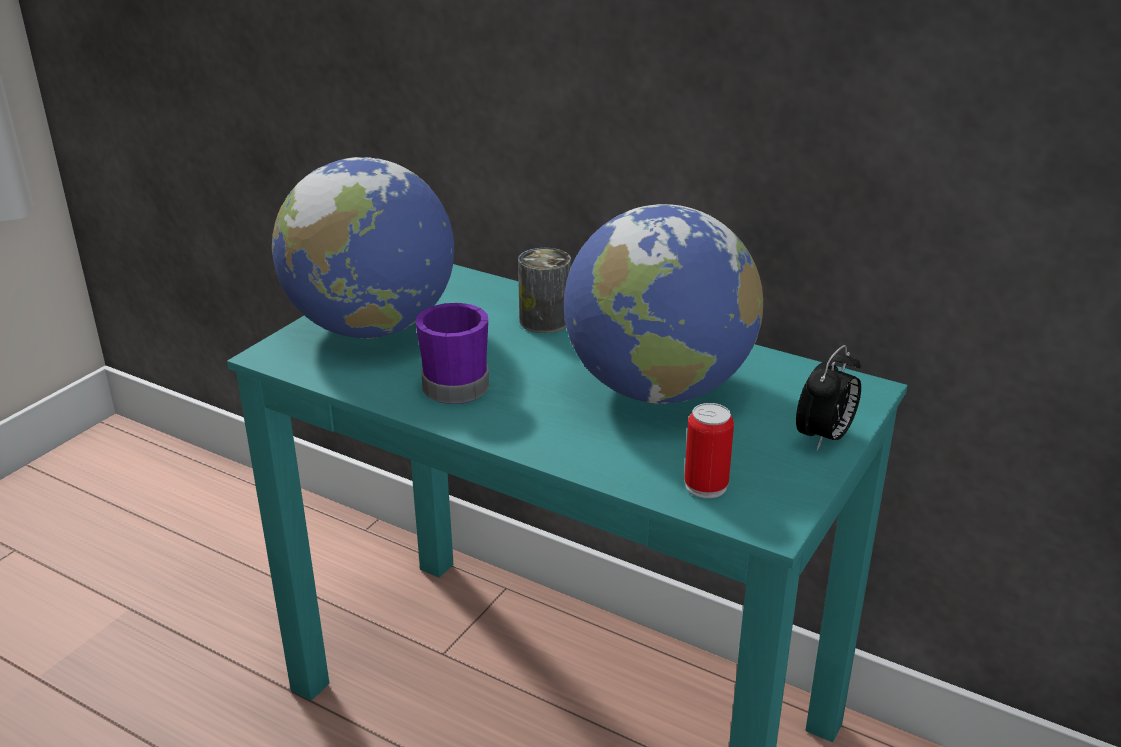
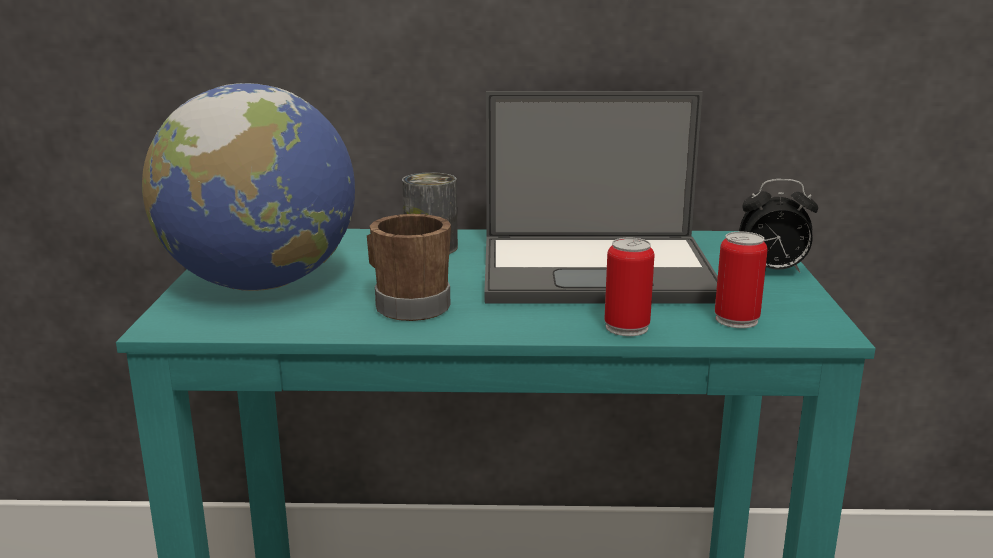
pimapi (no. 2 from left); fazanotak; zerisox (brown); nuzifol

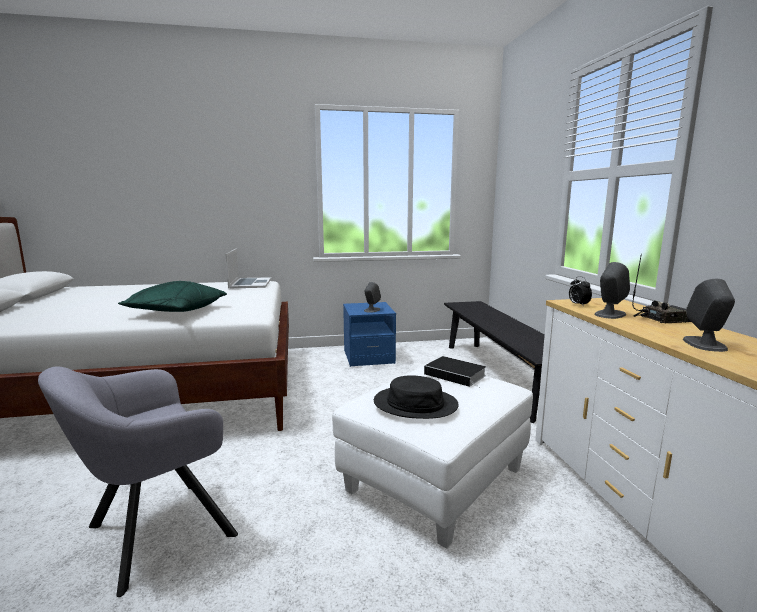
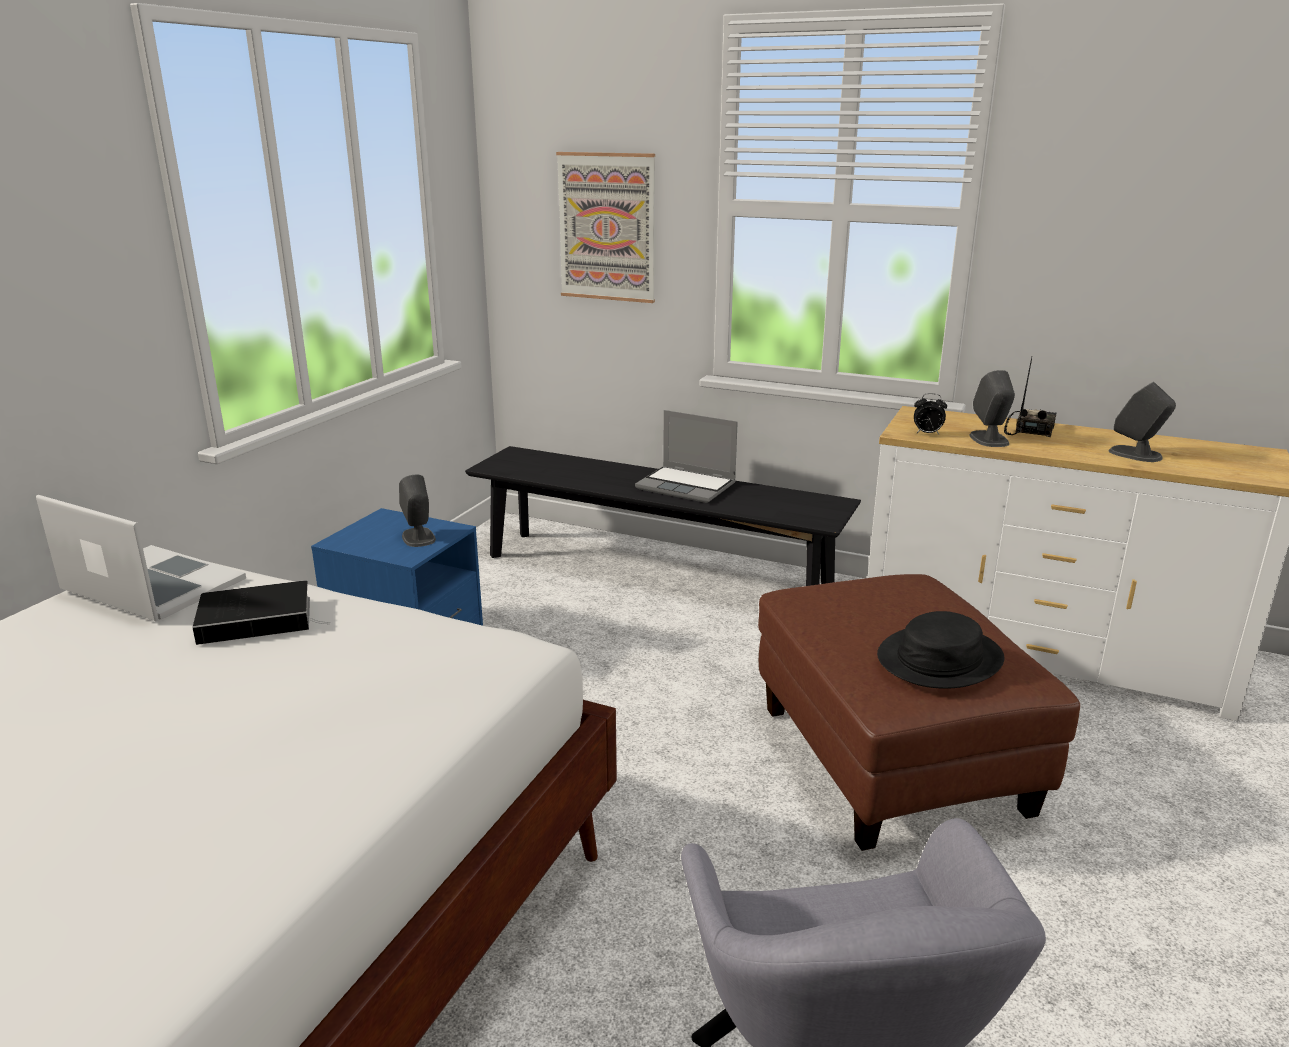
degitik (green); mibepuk; fazanotak (no. 2 from left); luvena; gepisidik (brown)

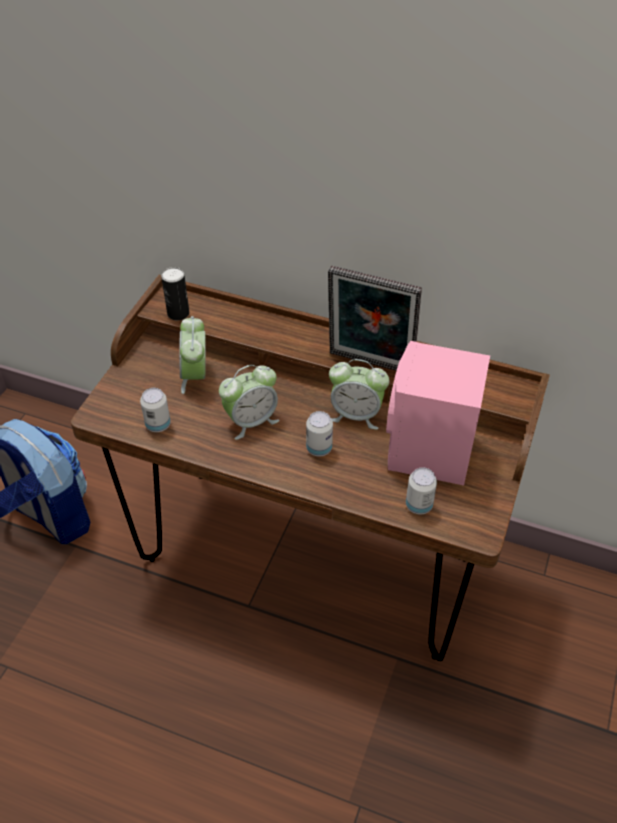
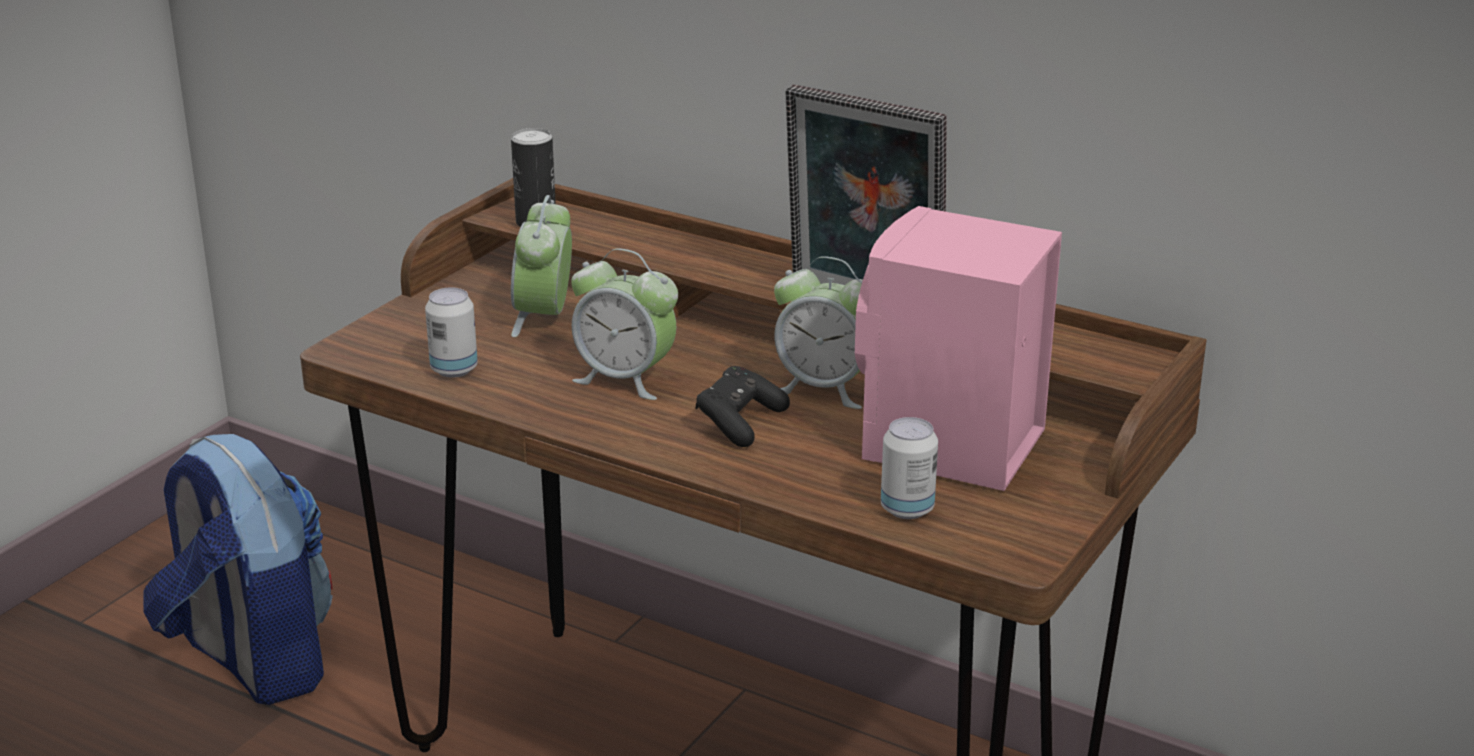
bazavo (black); nuzifol (no. 2 from left)

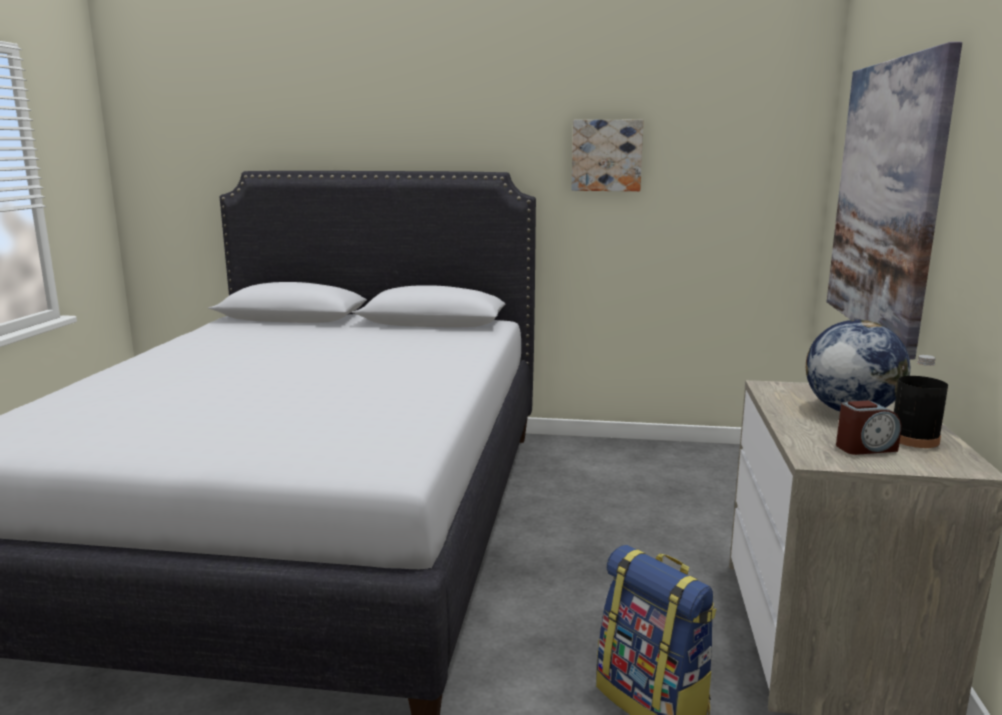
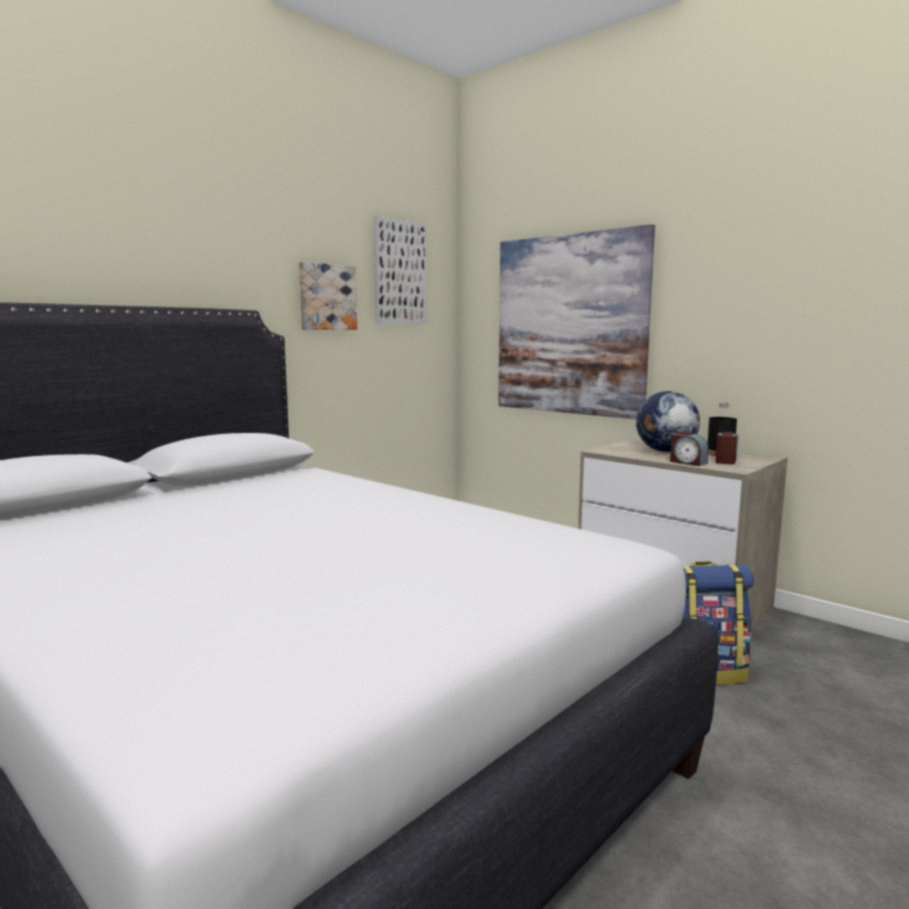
mibepuk (no. 2 from left); nuzifol (no. 1 from left)

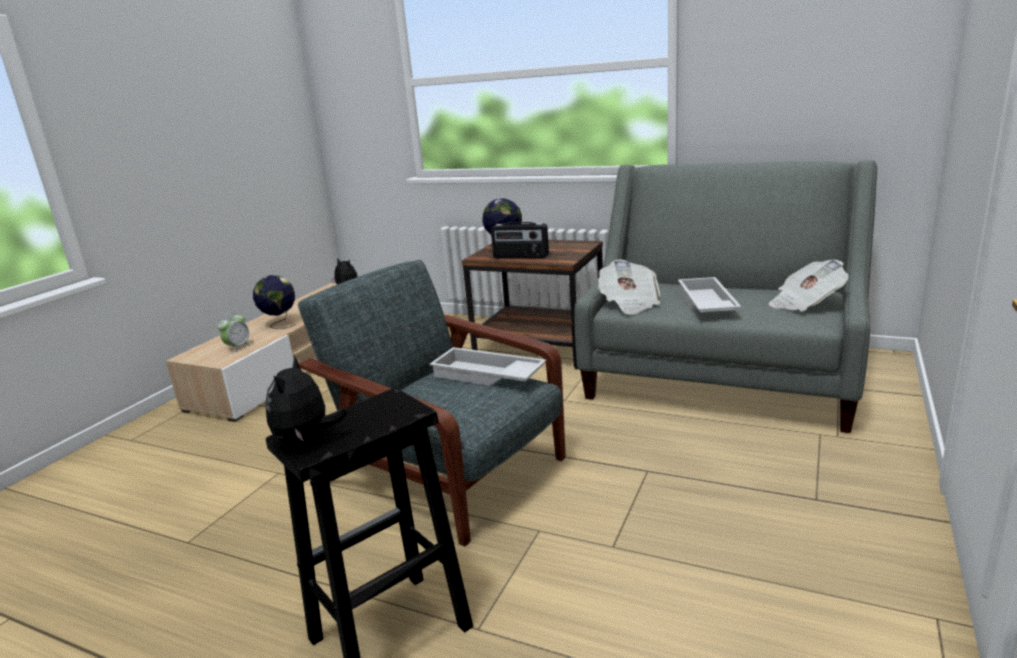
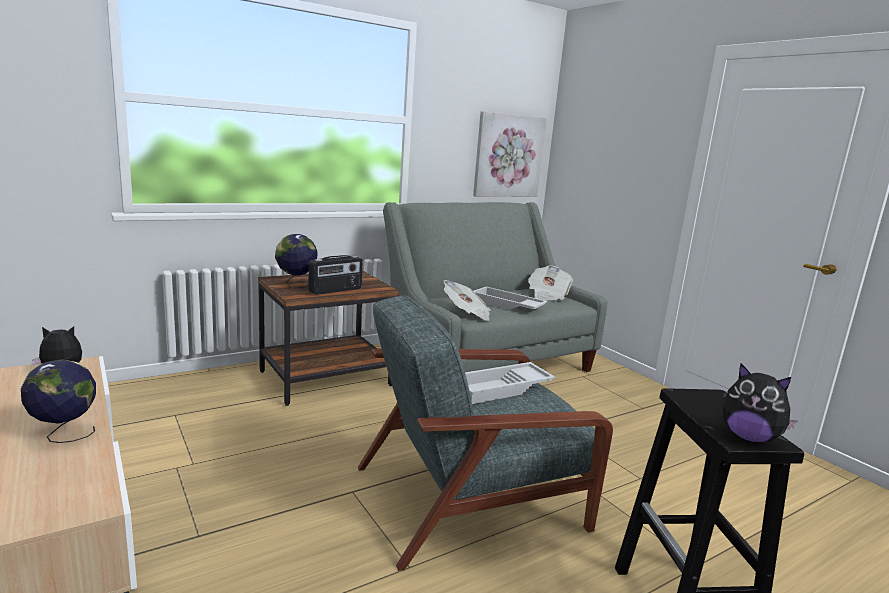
nuzifol; mibepuk

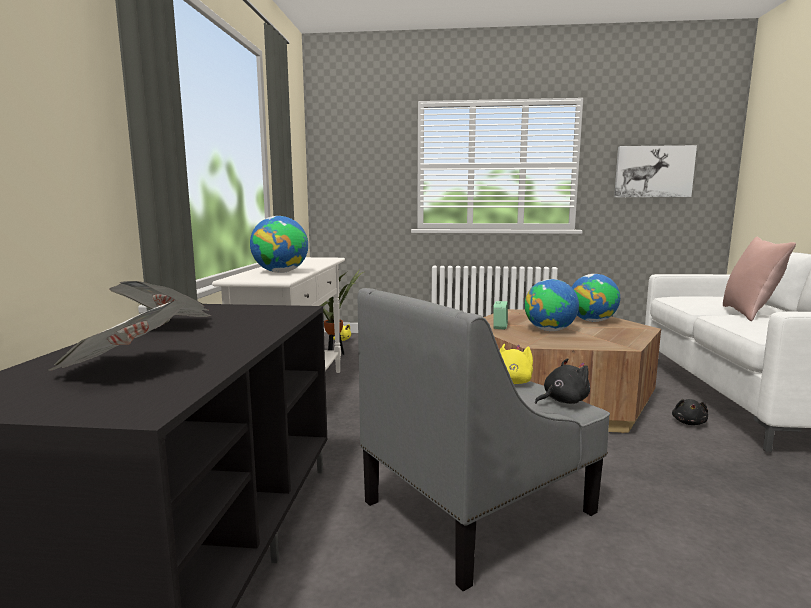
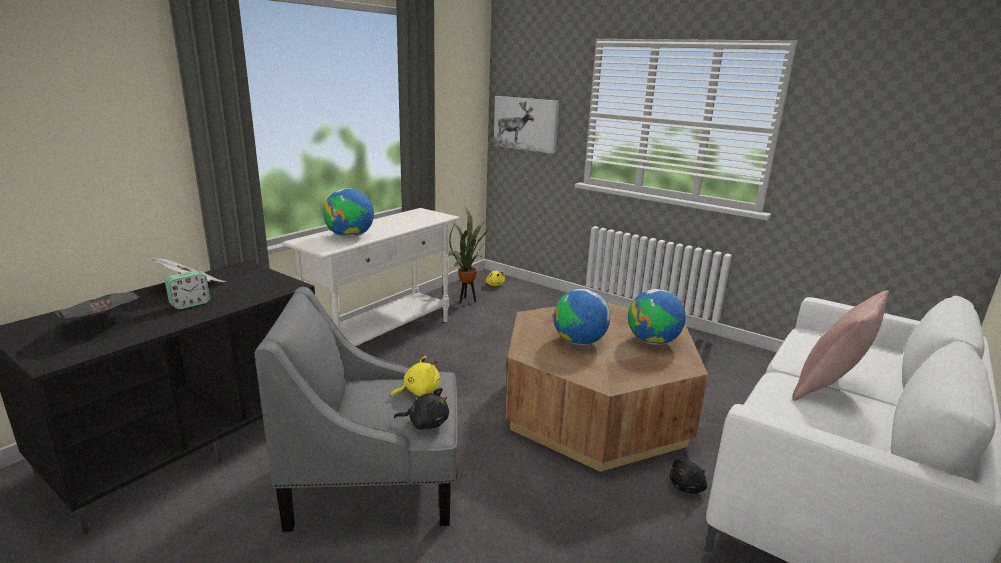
nuzifol; mibepuk

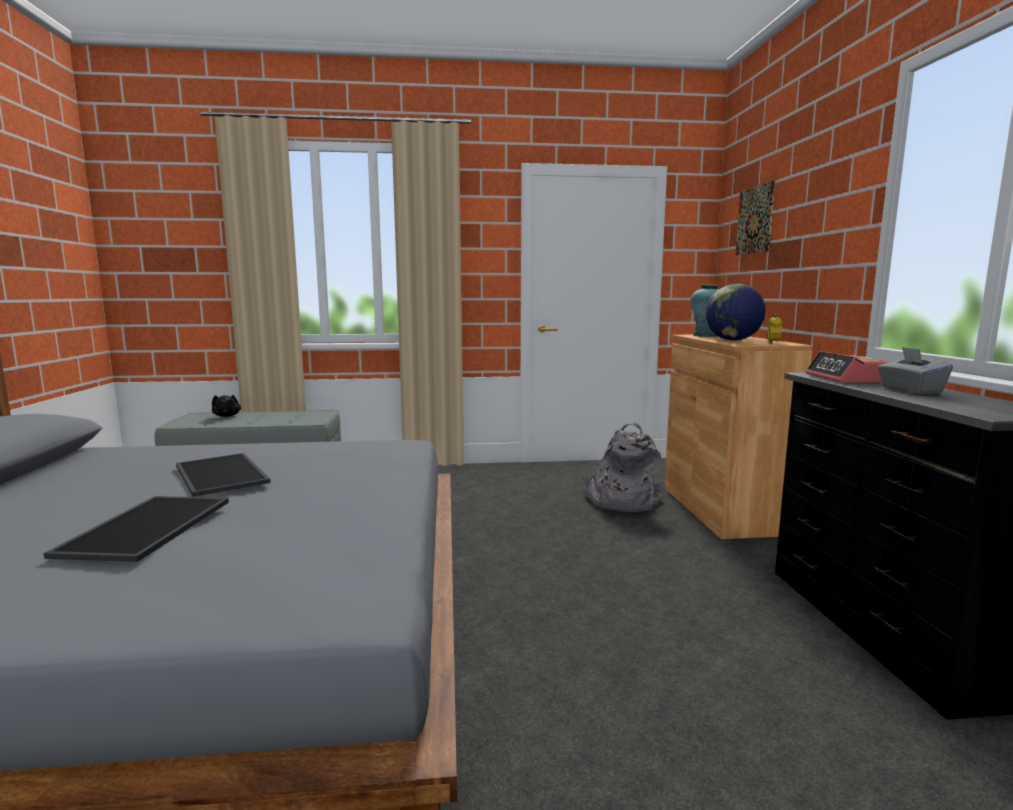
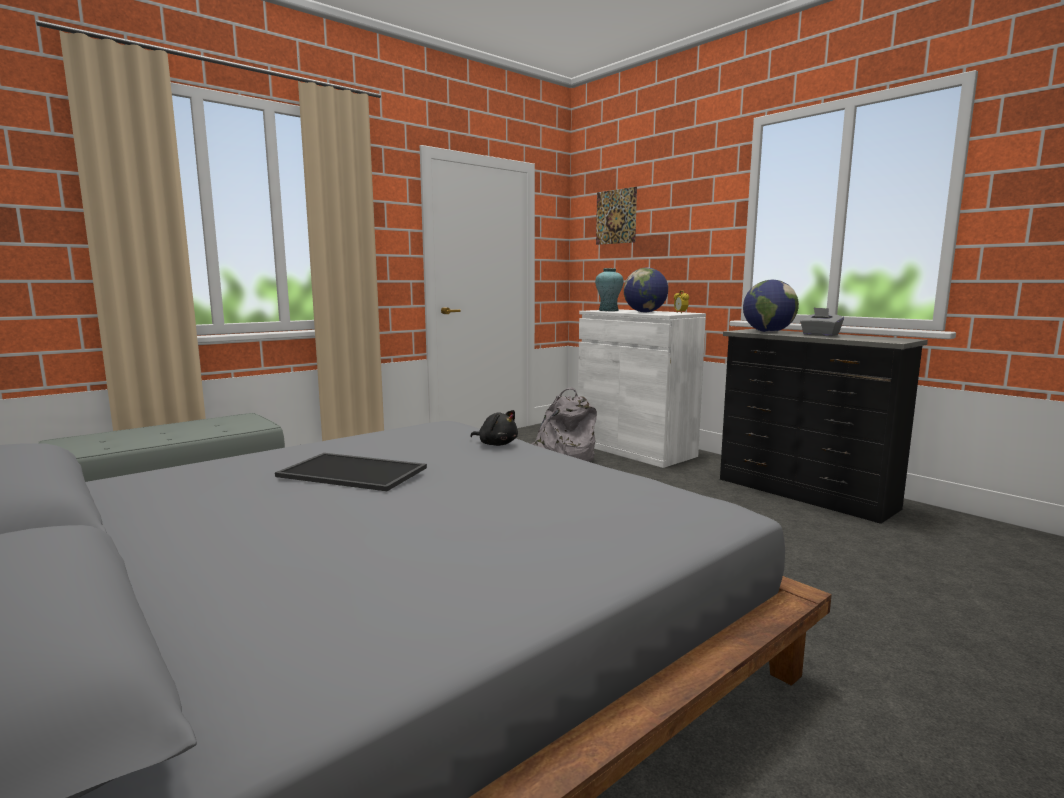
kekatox (no. 1 from left in the first image); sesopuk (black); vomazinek (no. 2 from left); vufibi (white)

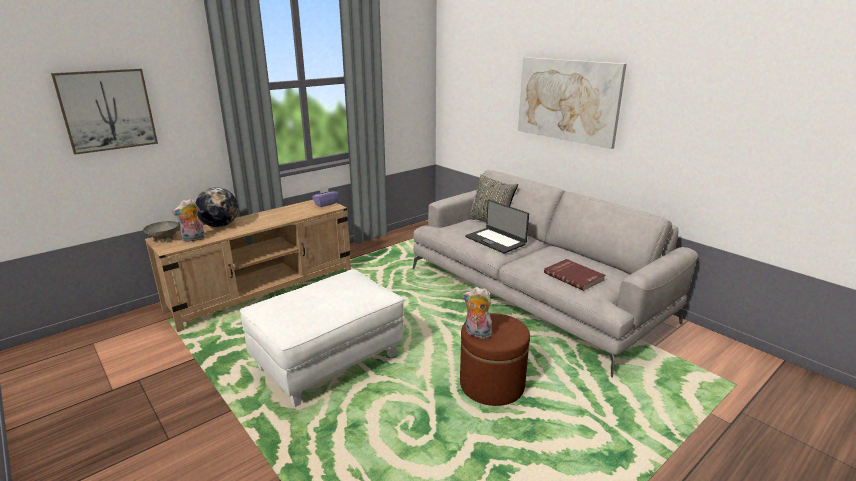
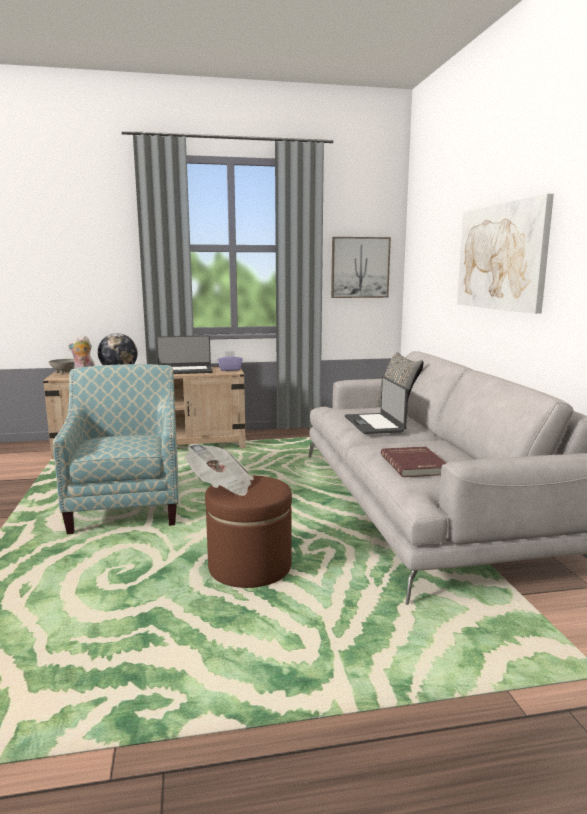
fazanotak (no. 1 from left); mibepuk (no. 1 from left); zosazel; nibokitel

